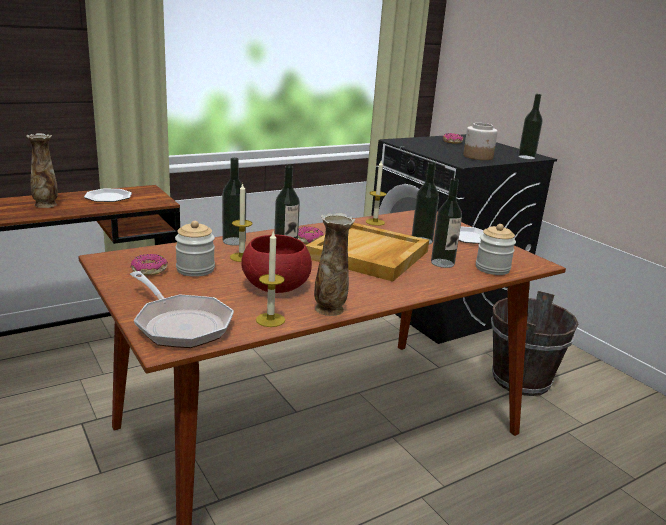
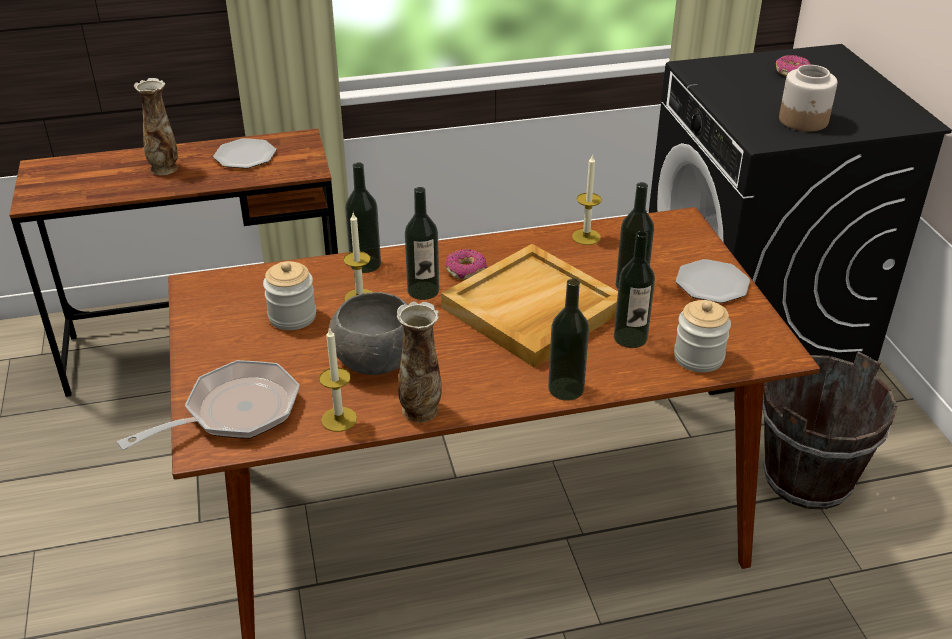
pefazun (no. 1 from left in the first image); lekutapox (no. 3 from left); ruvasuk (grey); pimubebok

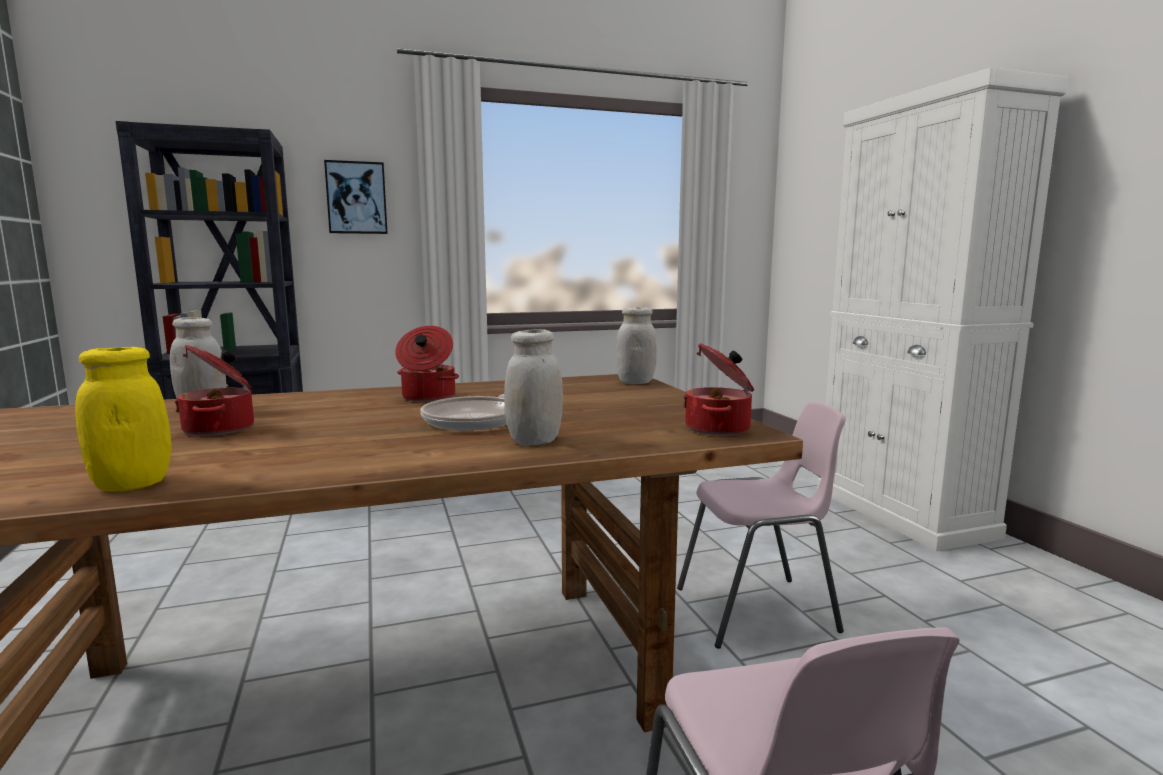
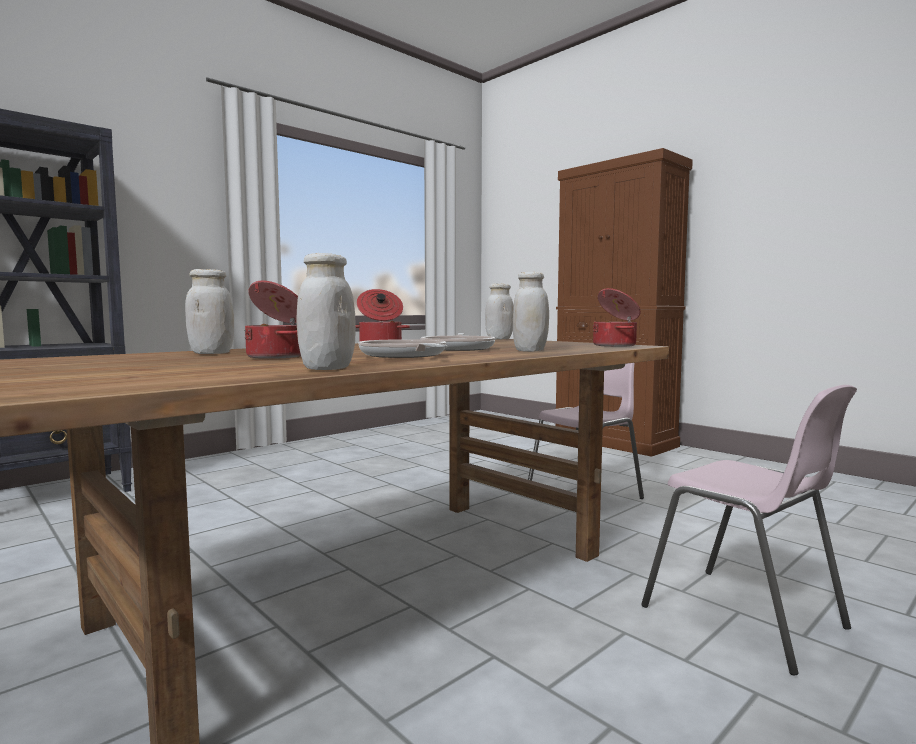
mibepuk; pimubebok (no. 1 from left); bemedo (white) (no. 2 from left); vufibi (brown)

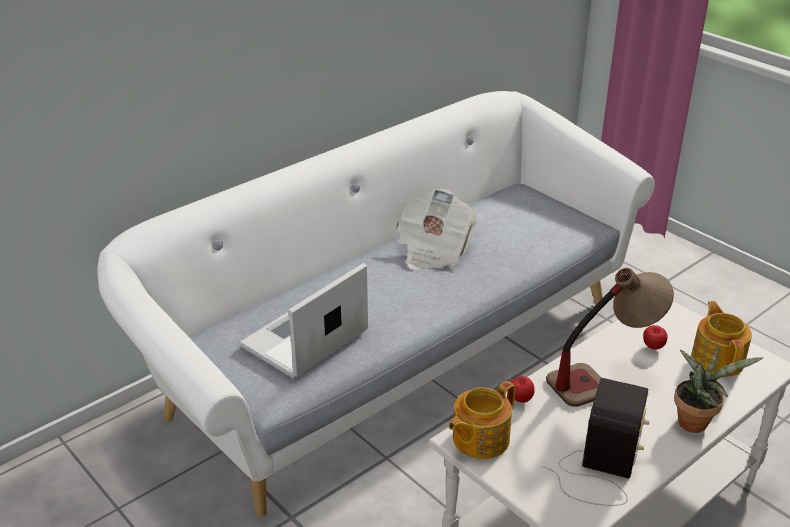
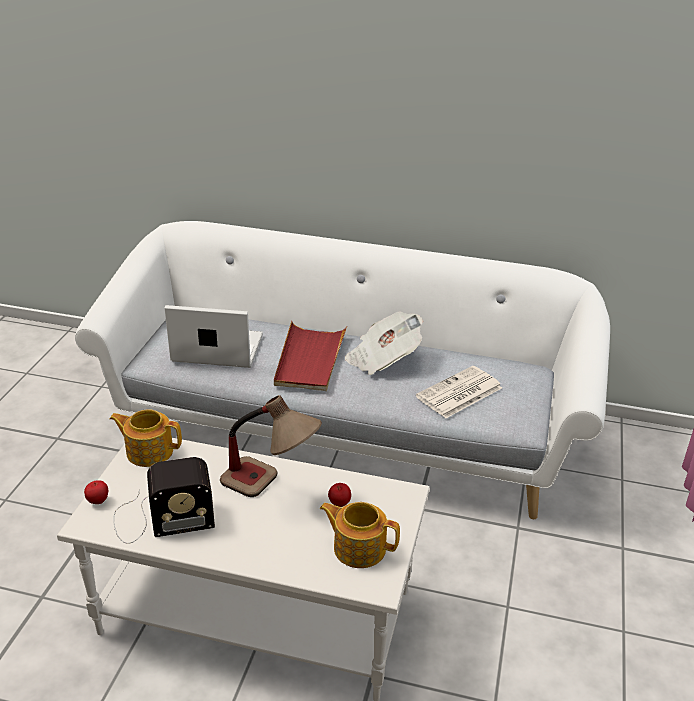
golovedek; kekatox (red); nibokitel (no. 2 from left); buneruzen (no. 1 from left); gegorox (no. 2 from left)

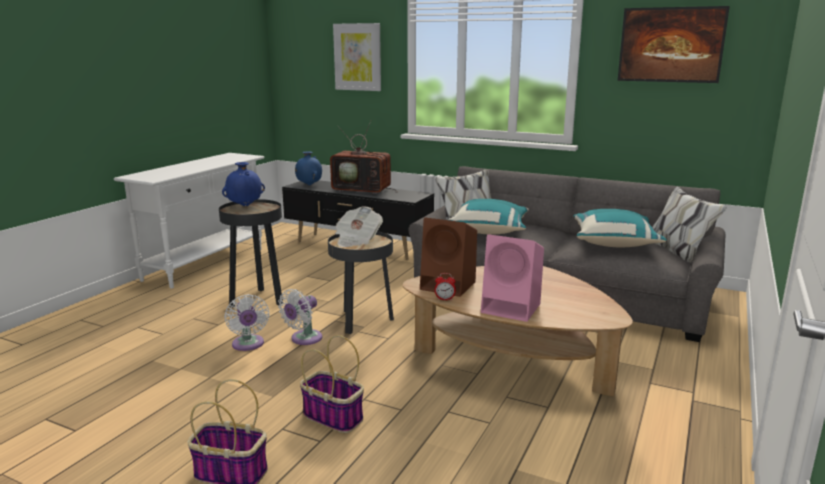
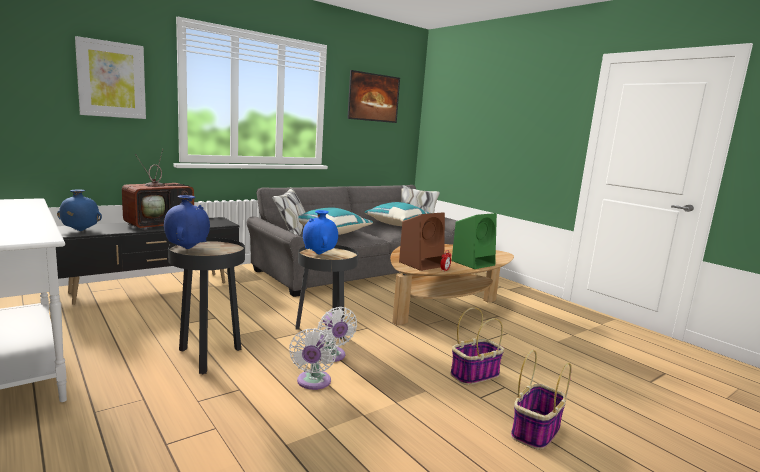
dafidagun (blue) (no. 3 from left); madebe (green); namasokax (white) (no. 1 from left)

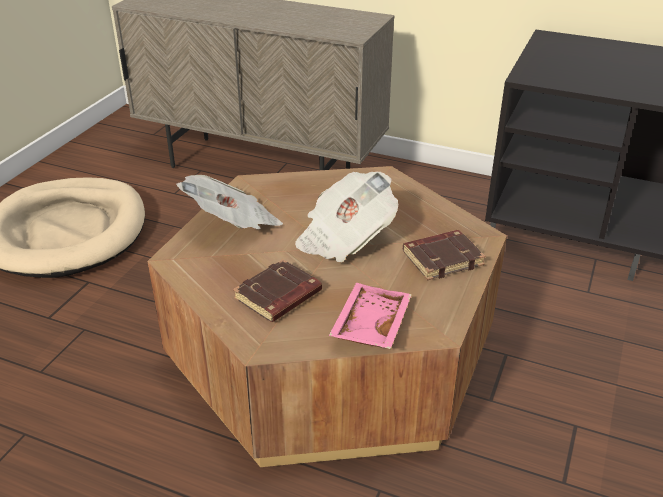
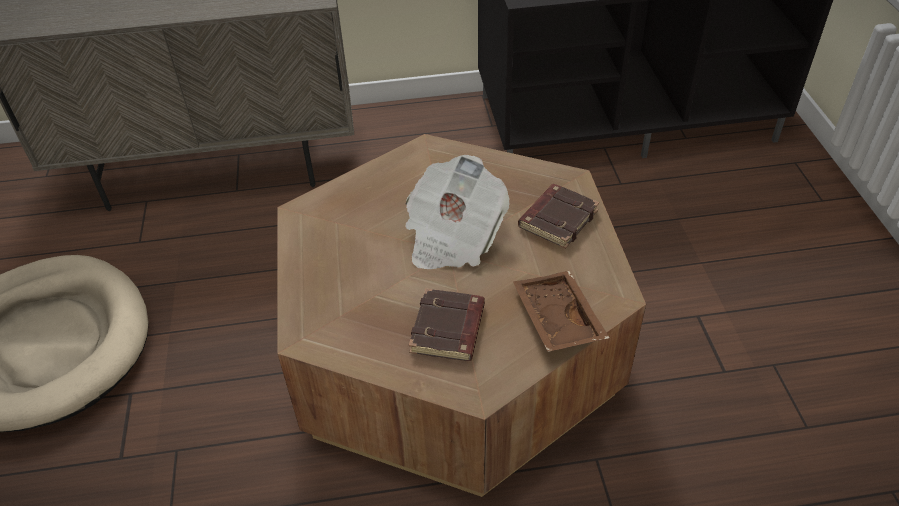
nibokitel (no. 1 from left in the first image); kekatox (brown)

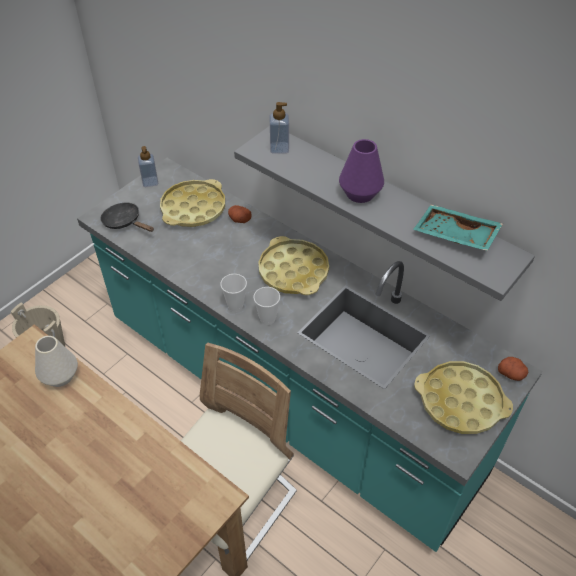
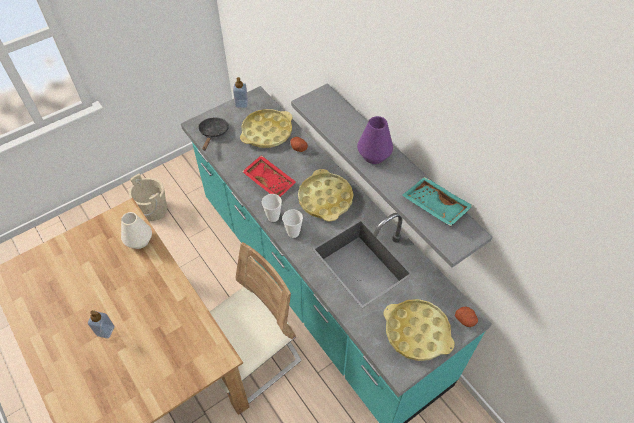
kekatox (red); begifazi (no. 1 from left); pimubebok (black)

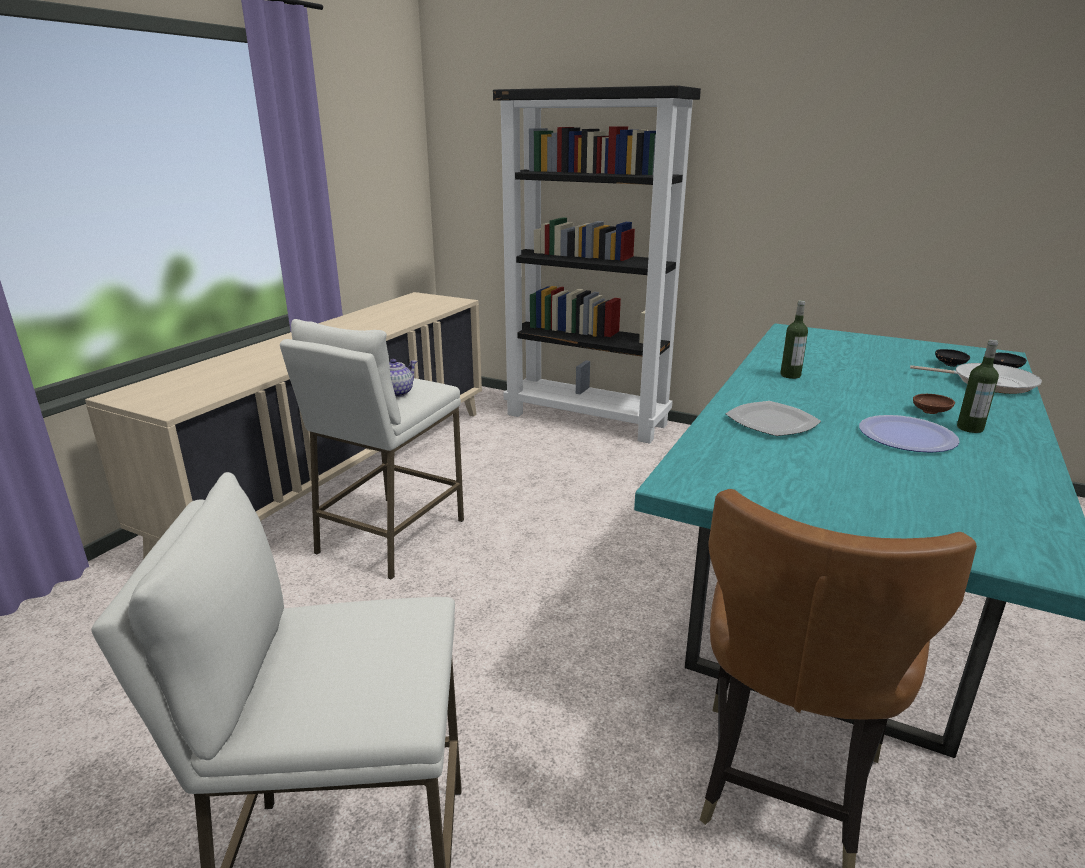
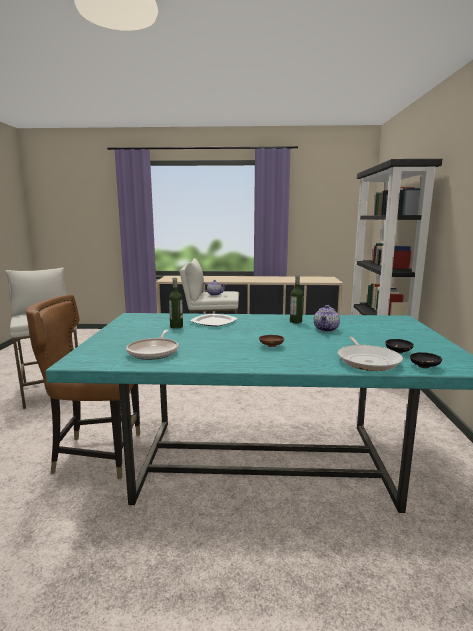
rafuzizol (no. 2 from left in the first image); pimubebok (no. 1 from left); gegorox (no. 2 from left); lekutapox (no. 1 from left)

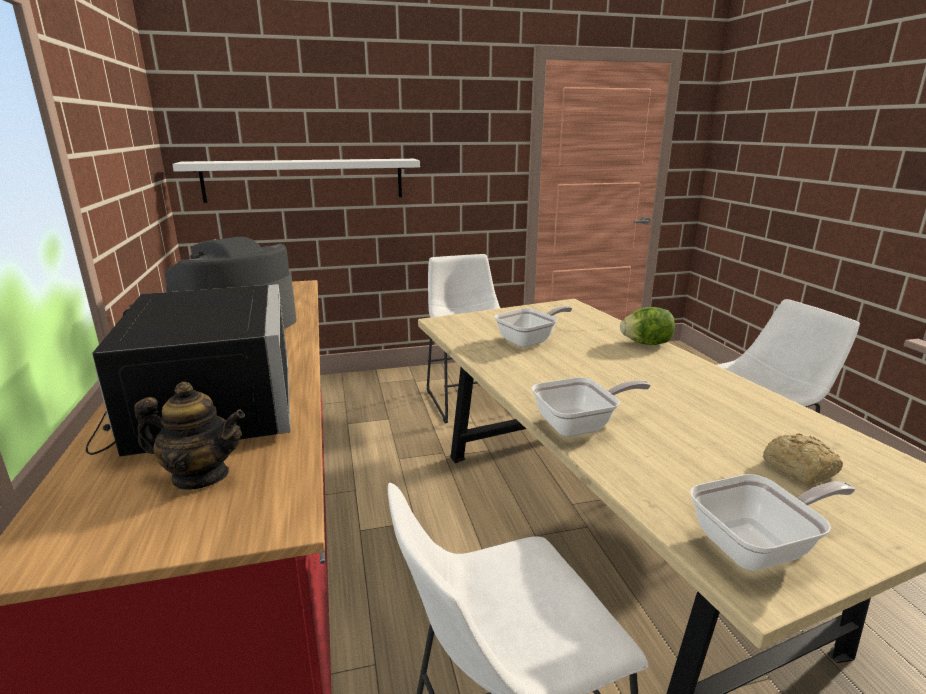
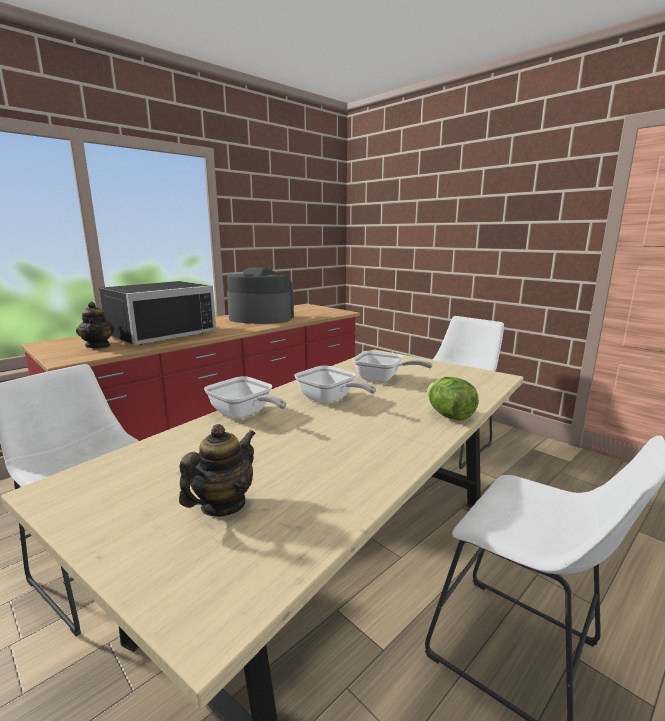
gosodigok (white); pimubebok (no. 2 from left); gegorox (no. 2 from left)

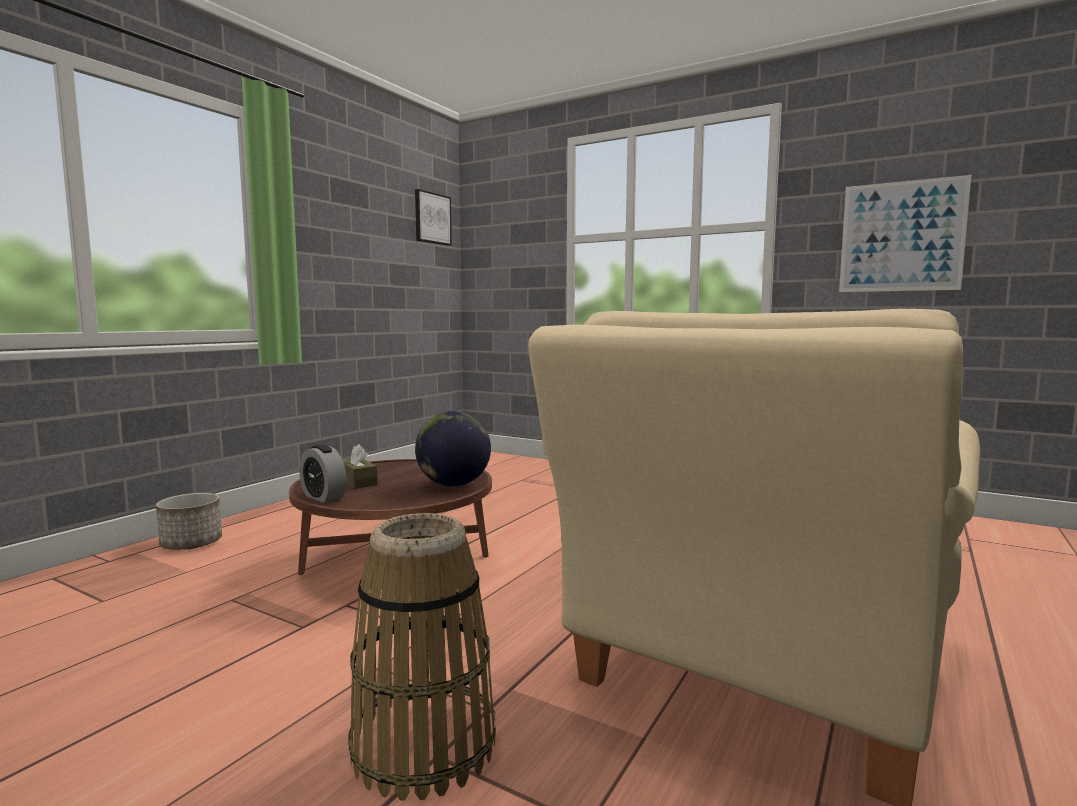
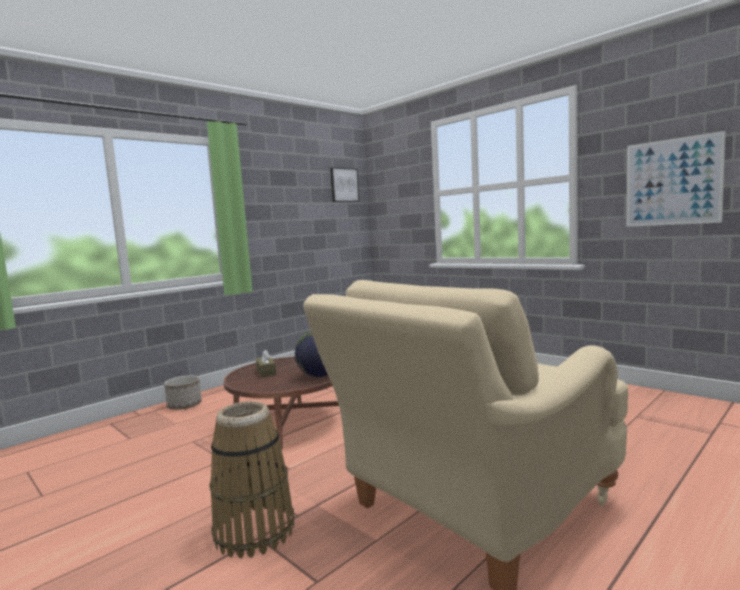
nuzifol

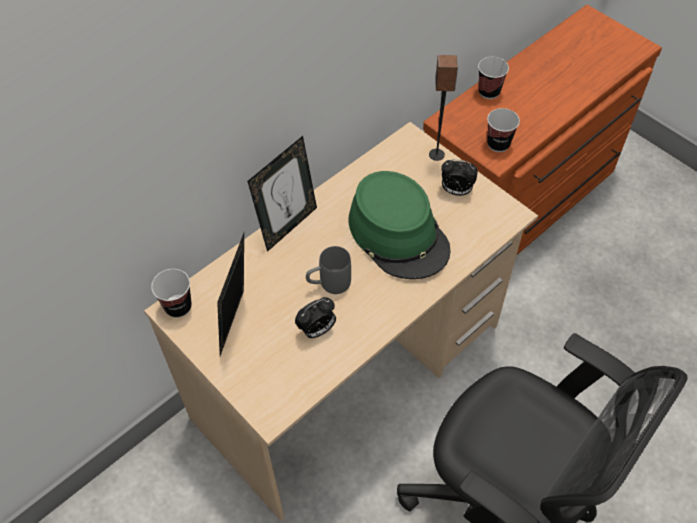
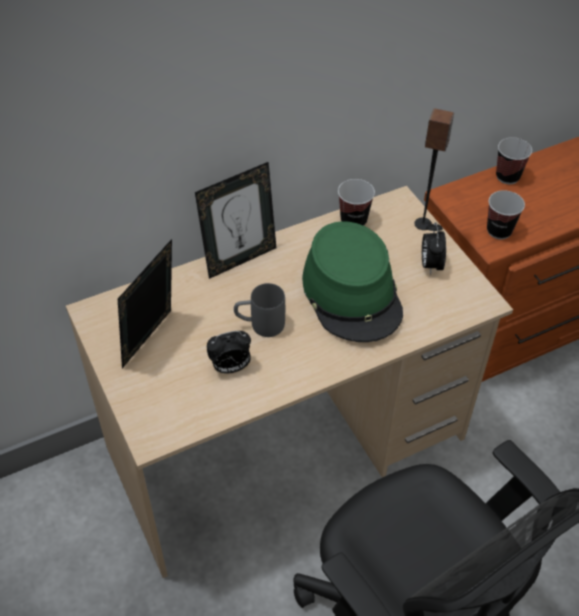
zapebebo (no. 1 from left); nuzifol (no. 2 from left)

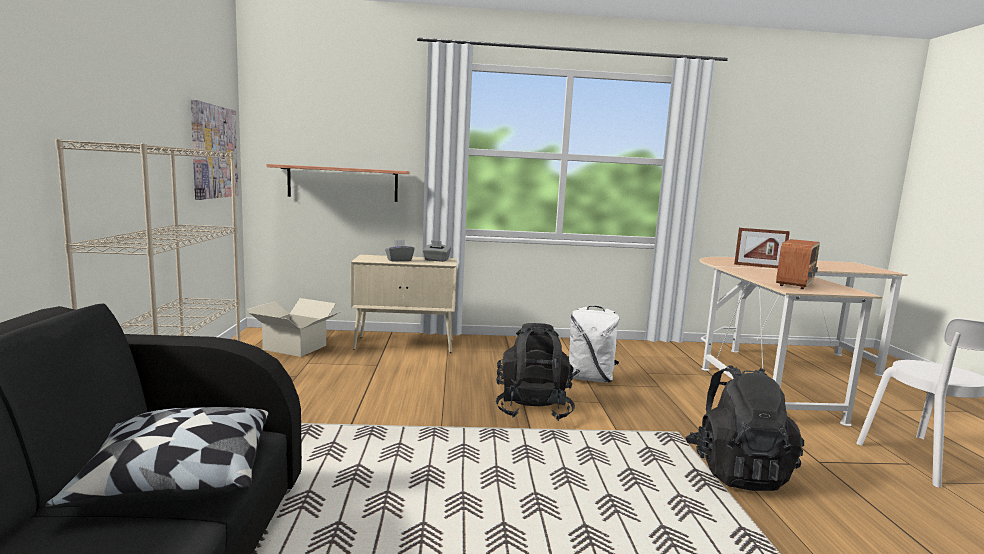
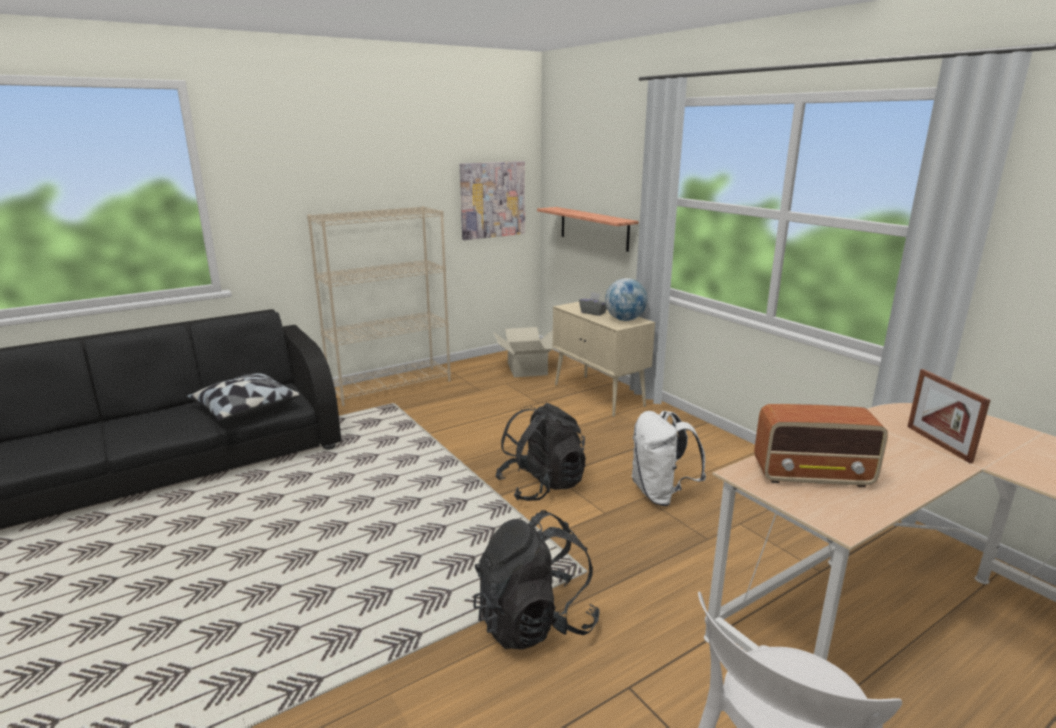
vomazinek

